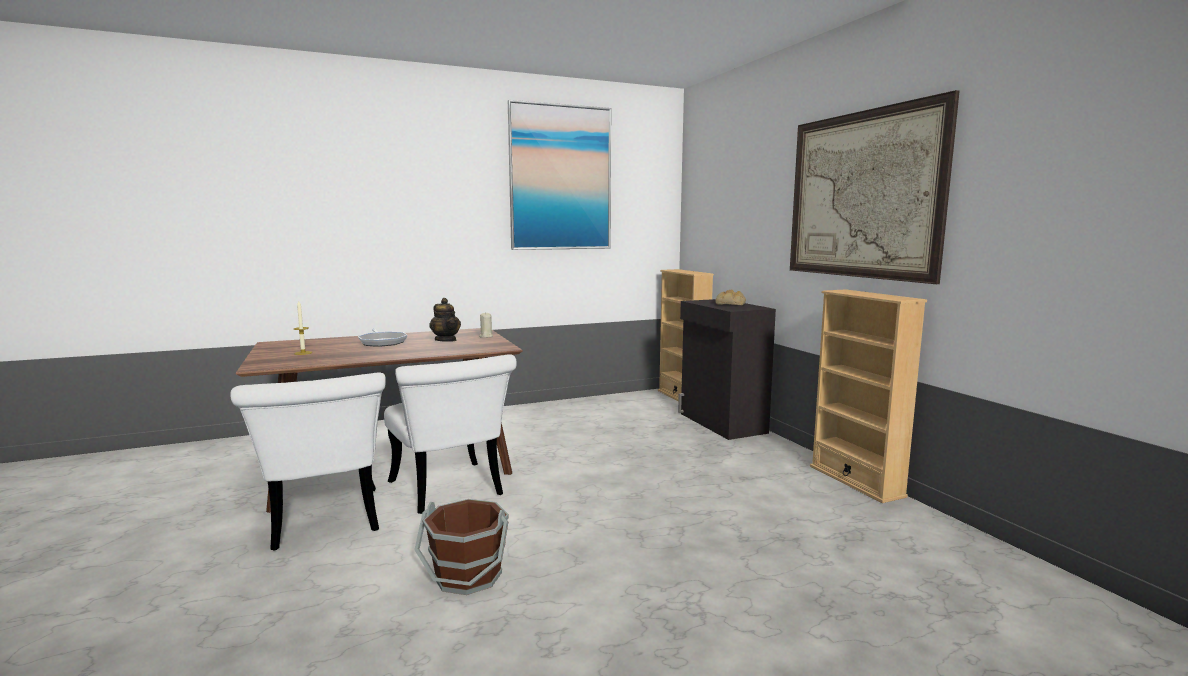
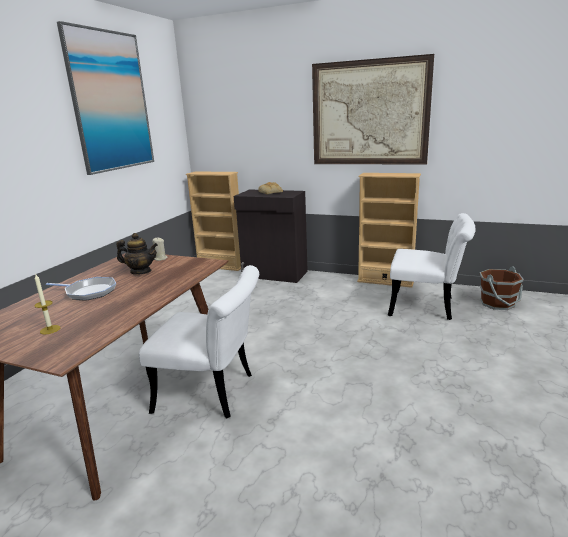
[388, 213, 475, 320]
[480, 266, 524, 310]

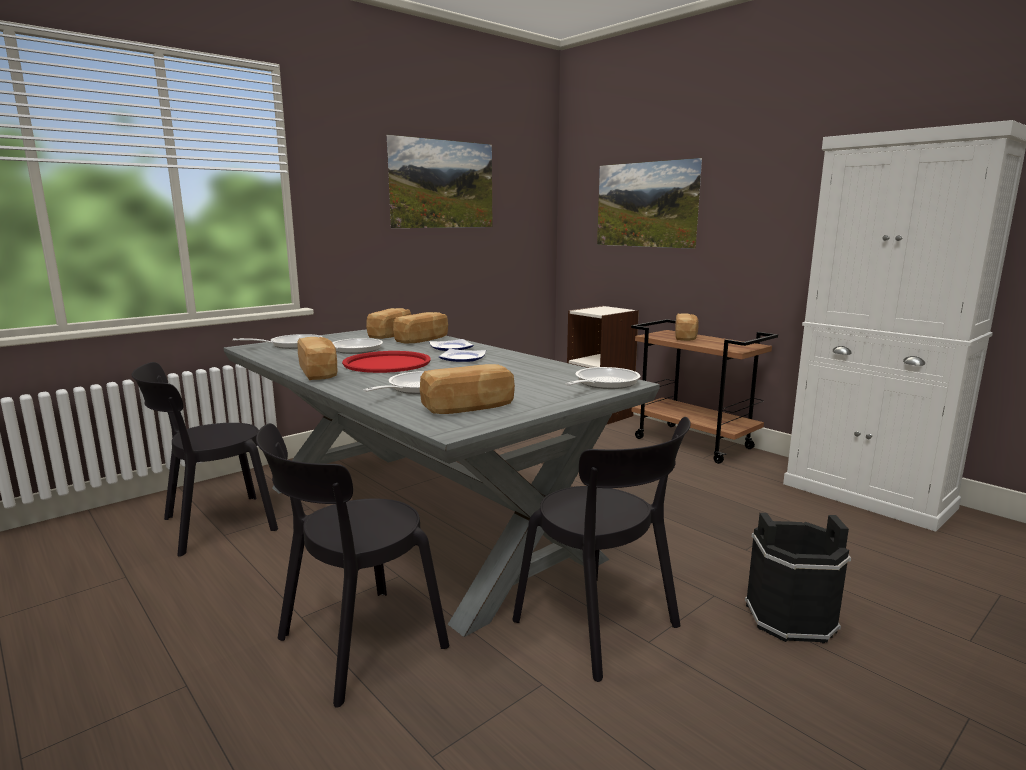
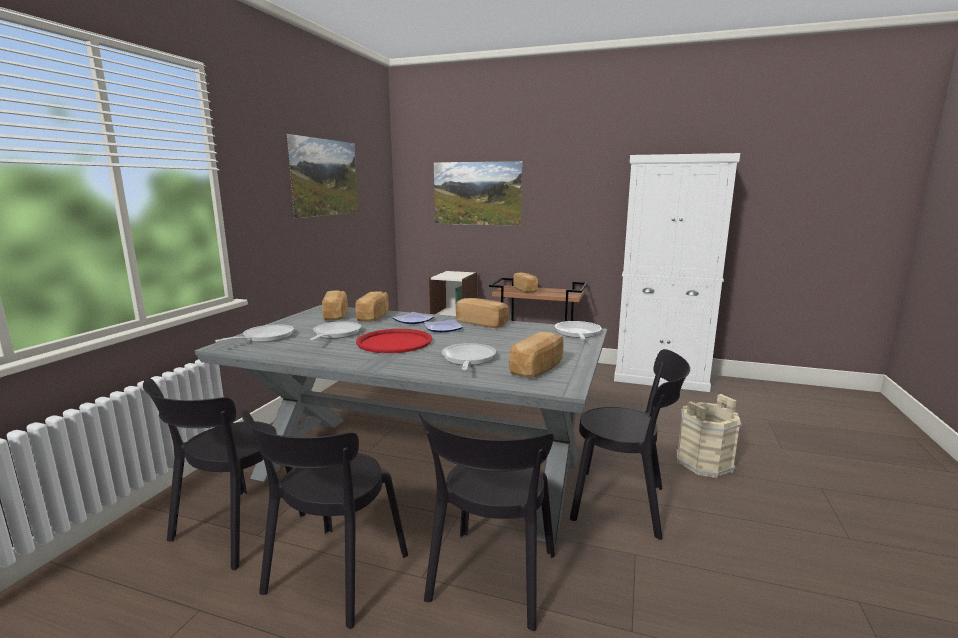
[456, 298, 509, 328]
[677, 394, 742, 478]
[241, 409, 408, 629]

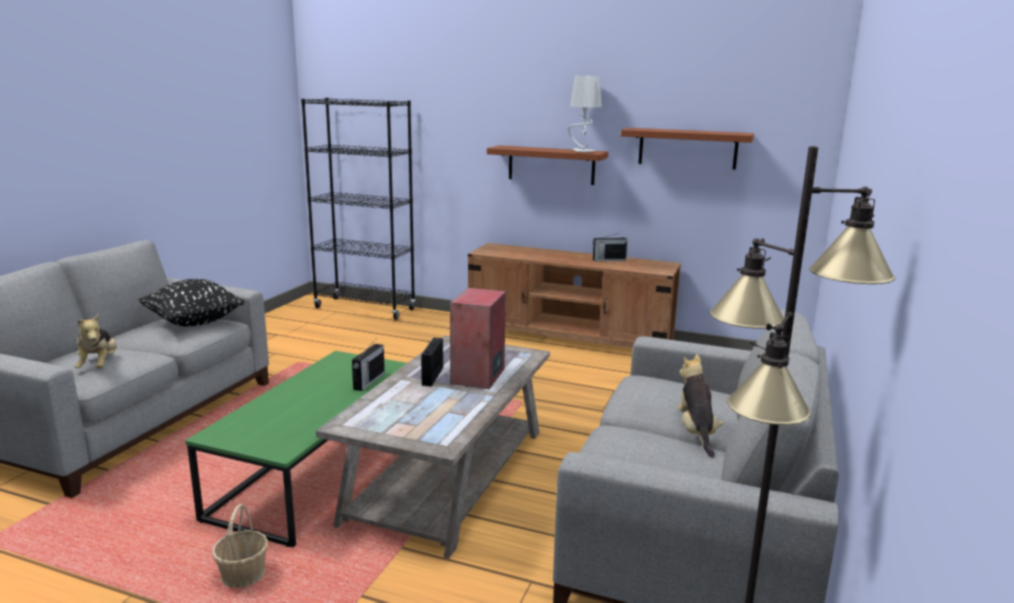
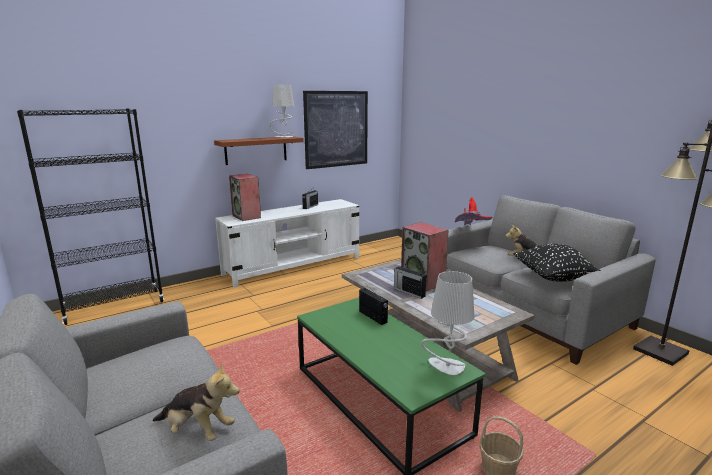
[514, 244, 601, 282]
[215, 199, 359, 288]
[303, 91, 368, 169]
[229, 174, 261, 221]
[421, 271, 474, 375]
[455, 197, 493, 225]

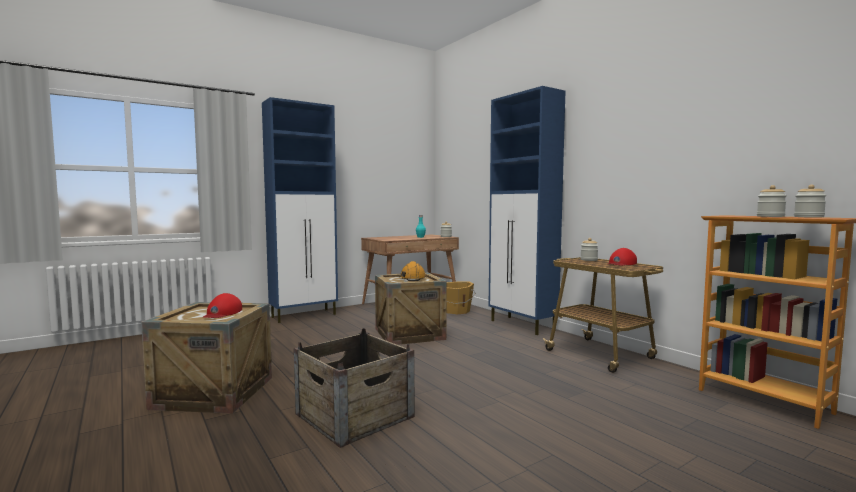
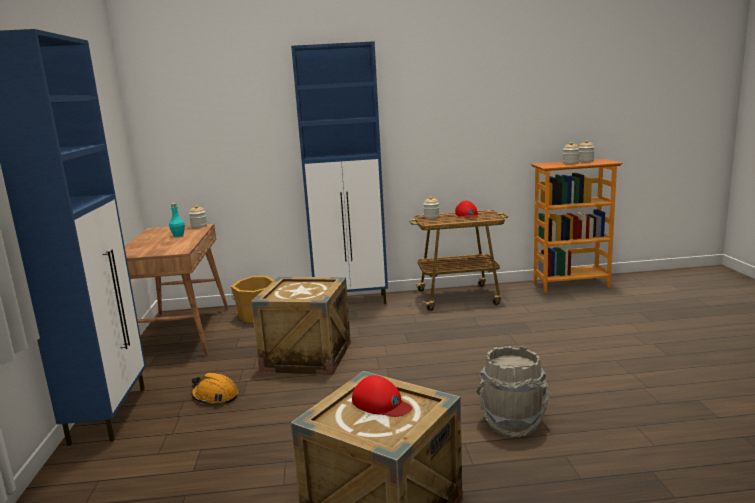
[477, 346, 550, 437]
[191, 373, 238, 405]

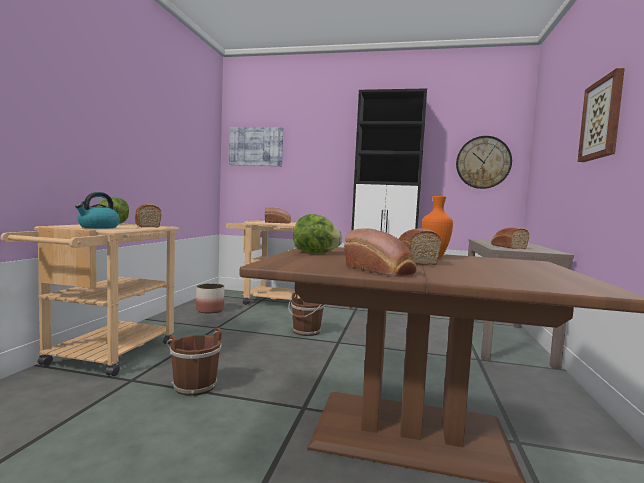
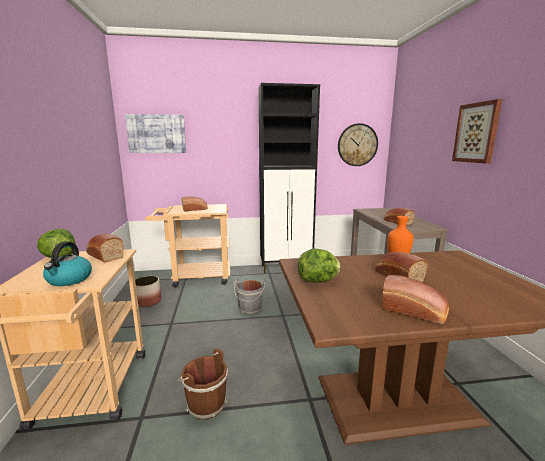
[234, 279, 265, 315]

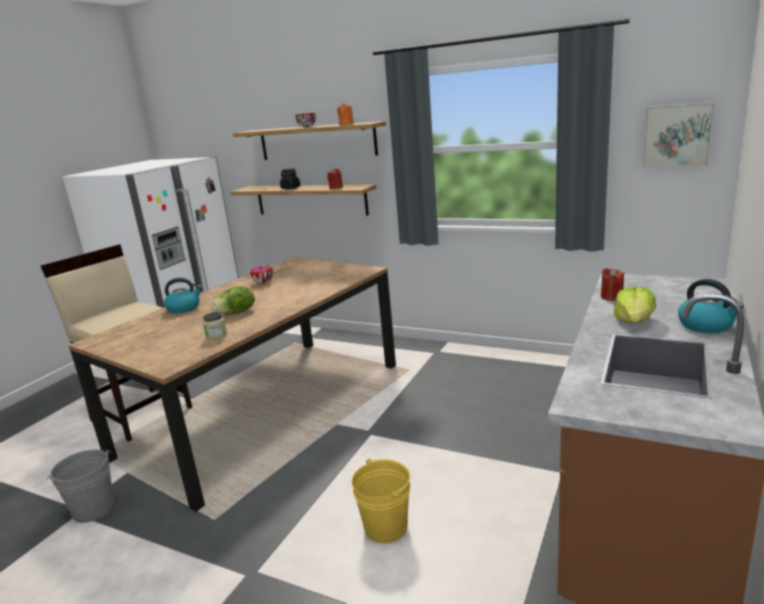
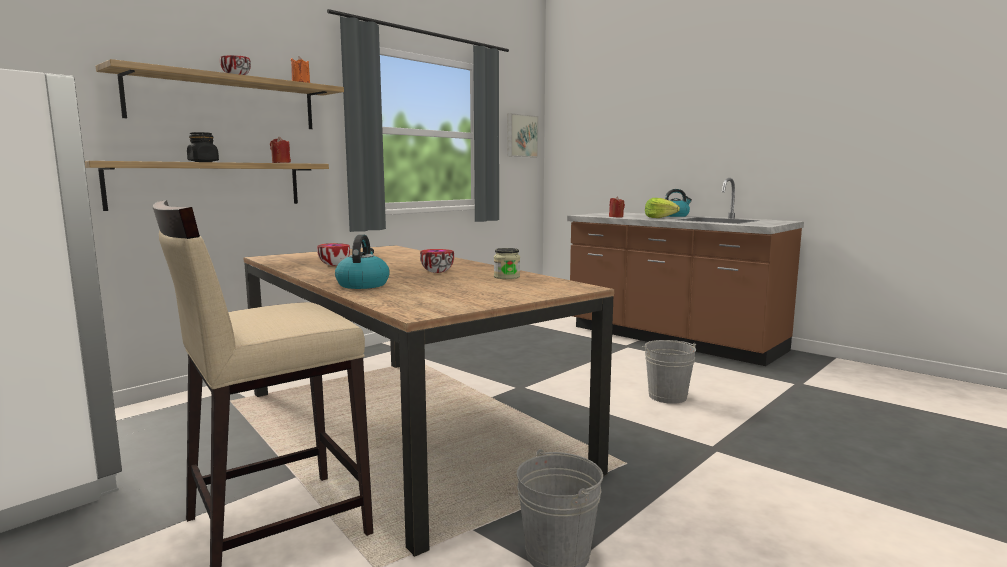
[420, 249, 454, 273]
[642, 340, 696, 404]

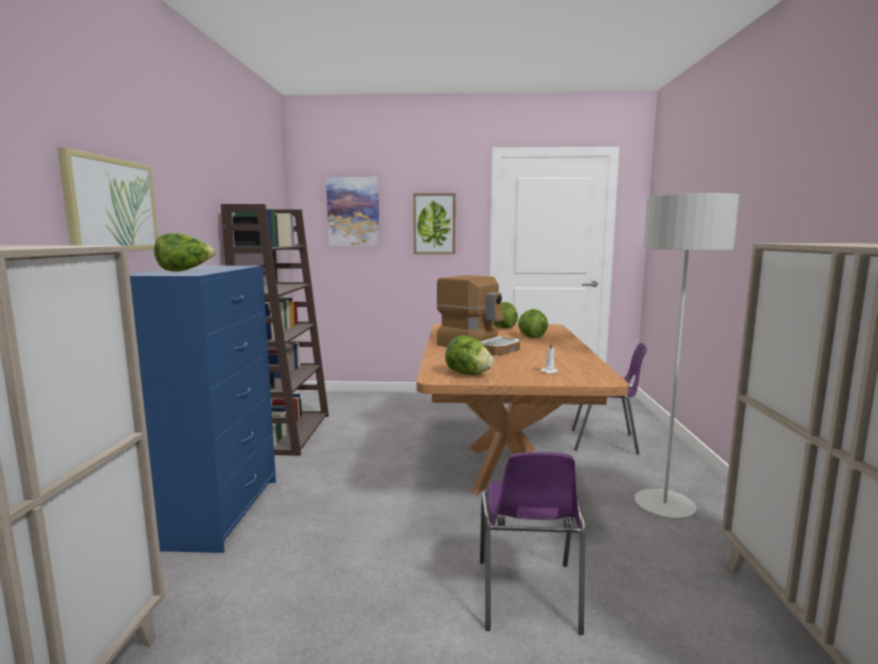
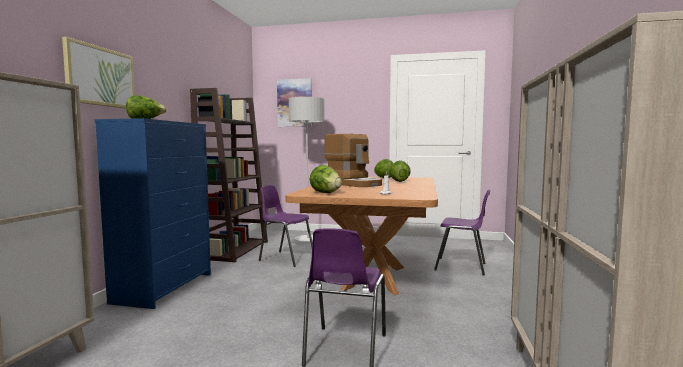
[413, 193, 455, 254] (first image)
[289, 97, 325, 242]
[259, 185, 313, 267]

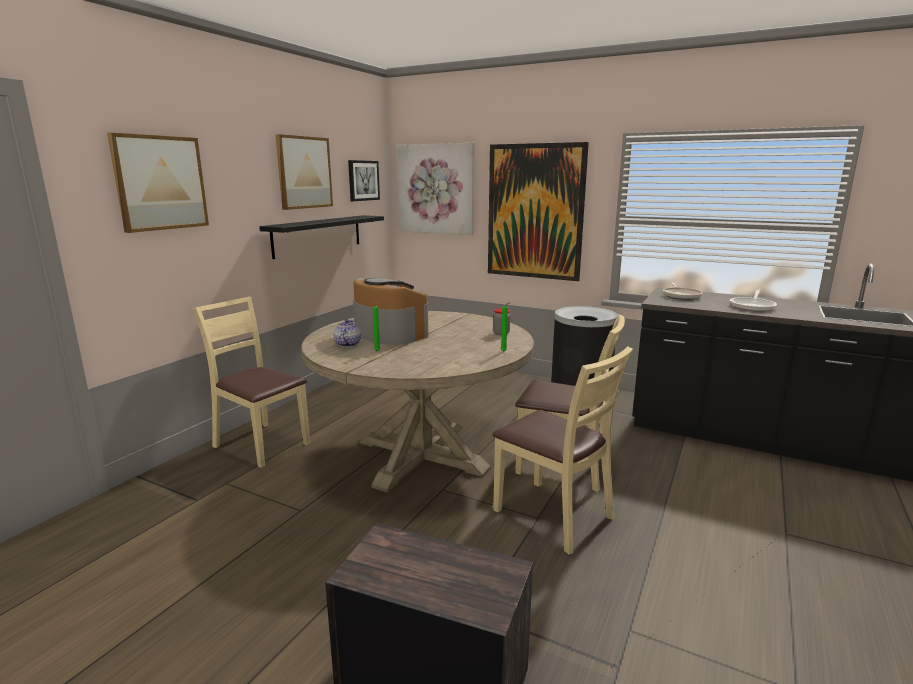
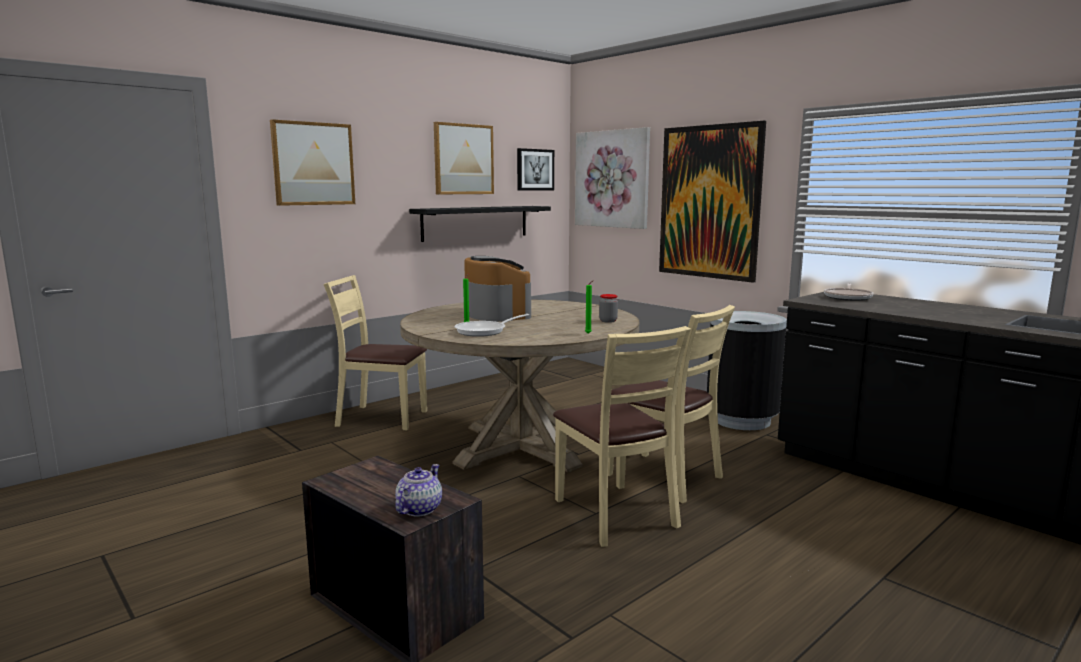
[323, 275, 427, 430]
[395, 464, 442, 516]
[455, 314, 529, 337]

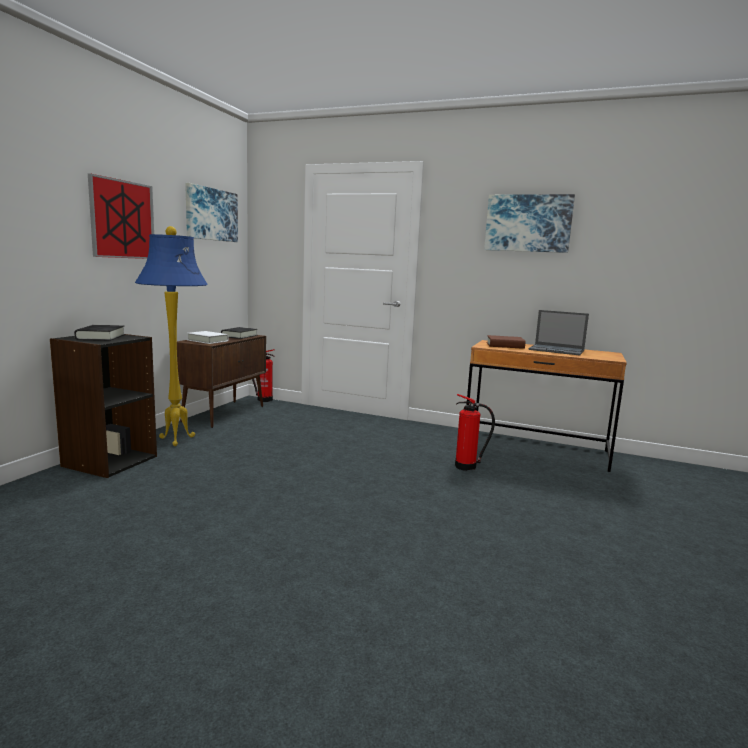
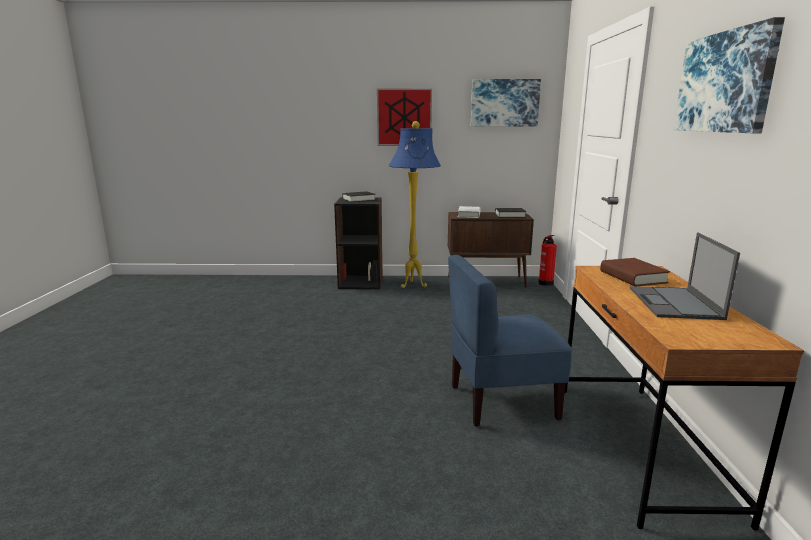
[448, 255, 572, 427]

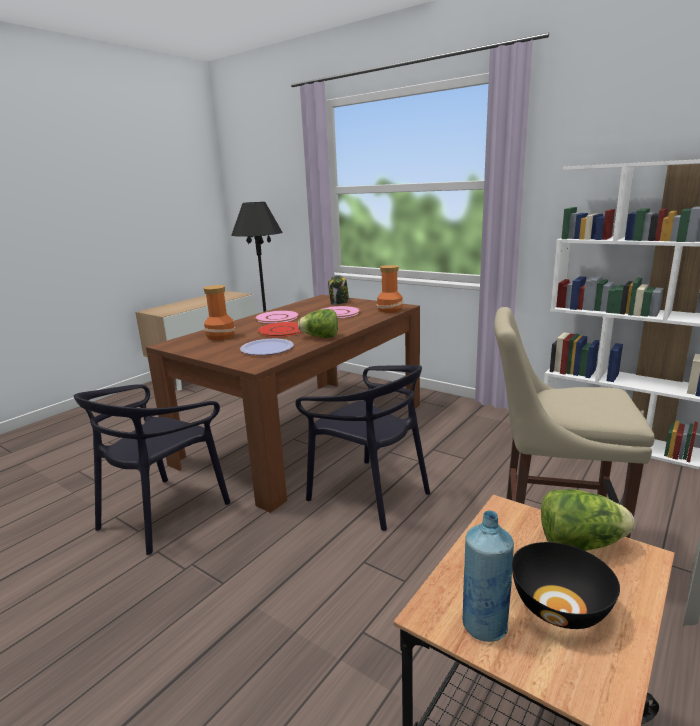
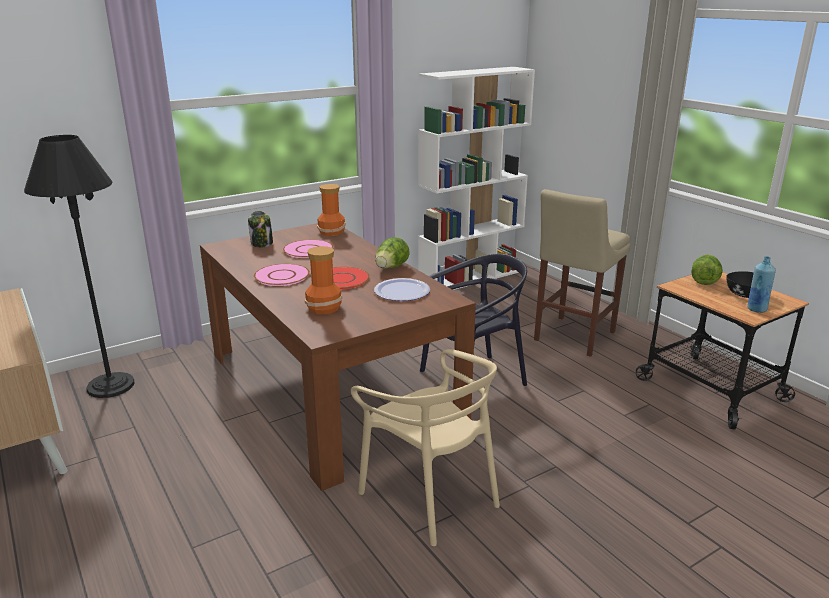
[351, 349, 500, 546]

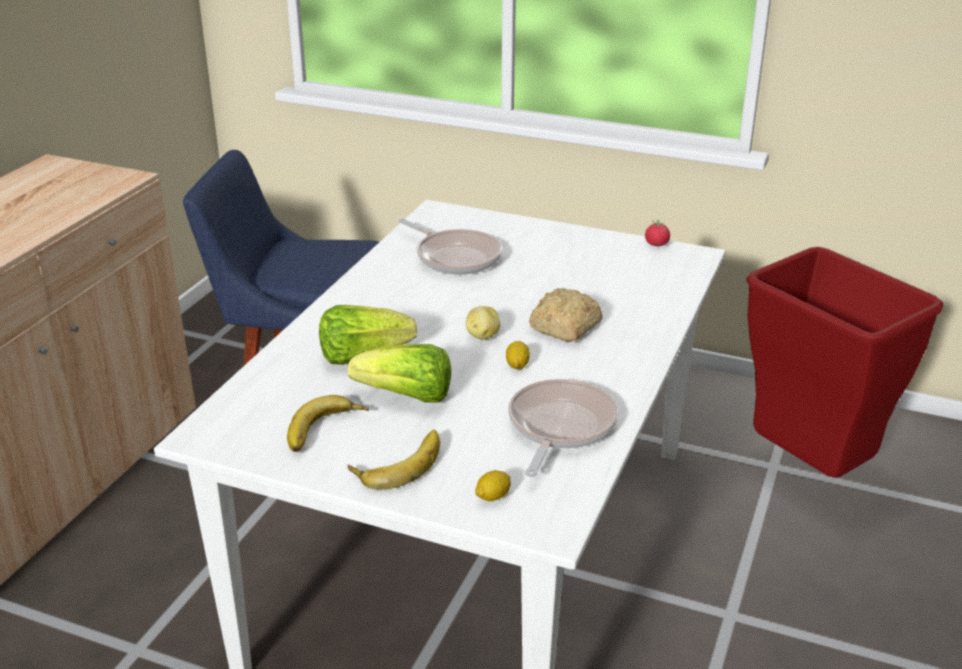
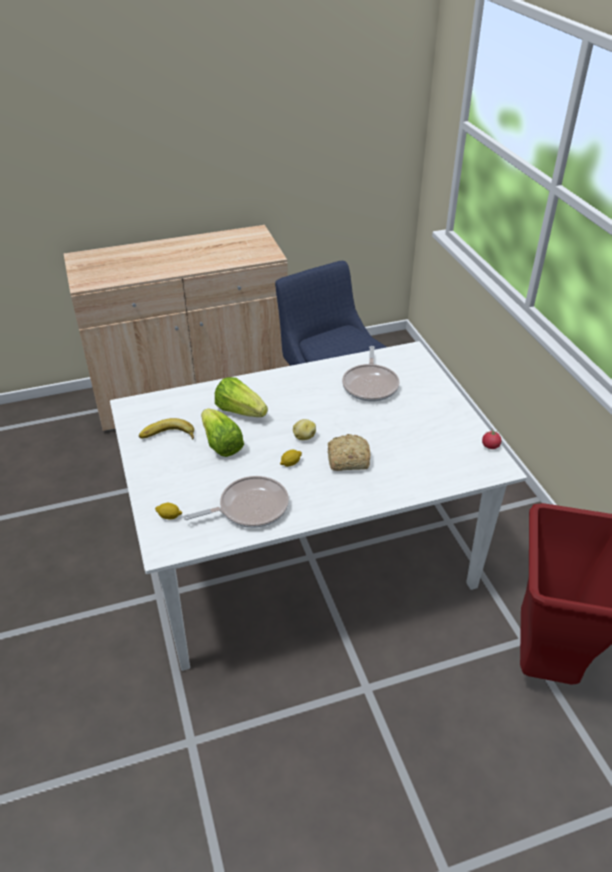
[348, 430, 440, 490] (first image)

